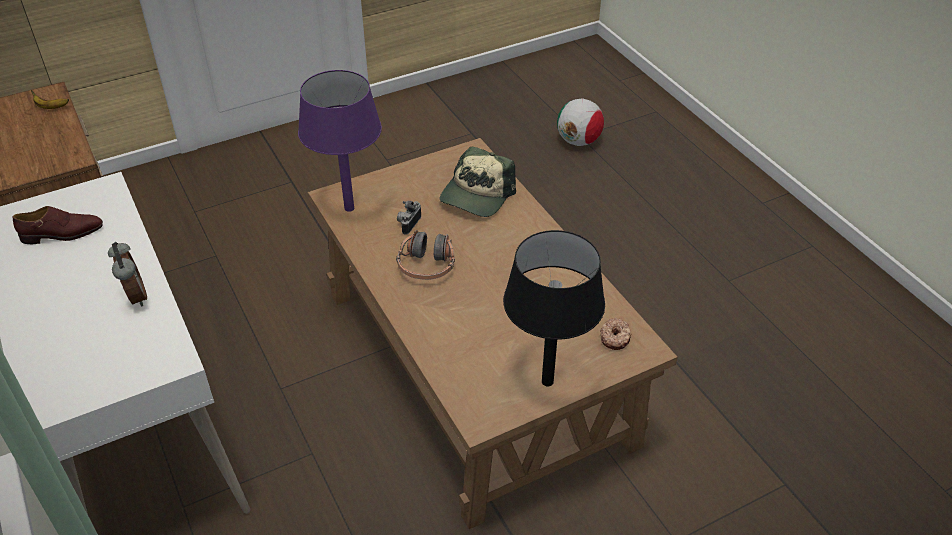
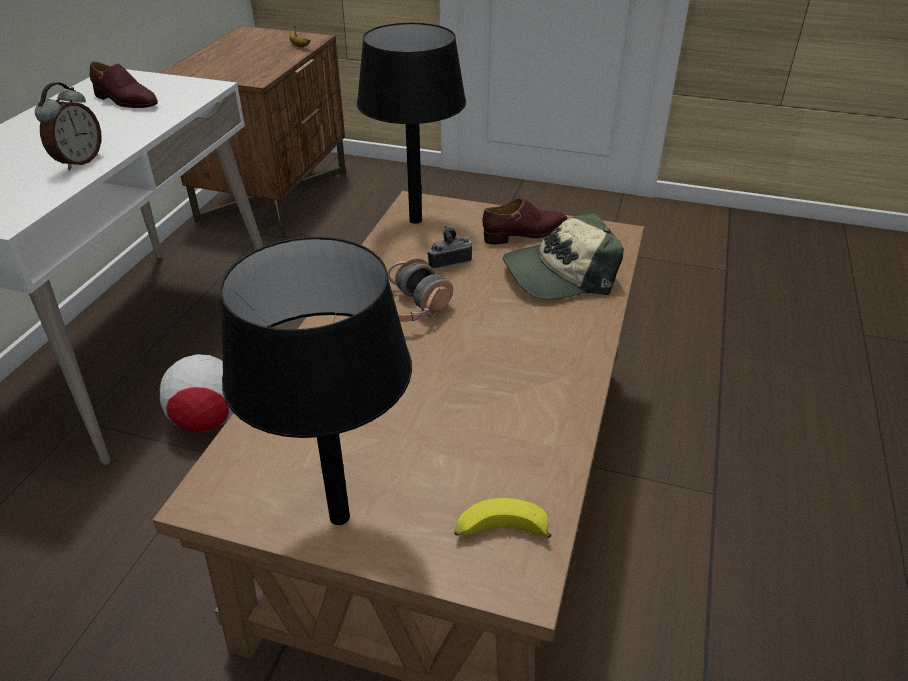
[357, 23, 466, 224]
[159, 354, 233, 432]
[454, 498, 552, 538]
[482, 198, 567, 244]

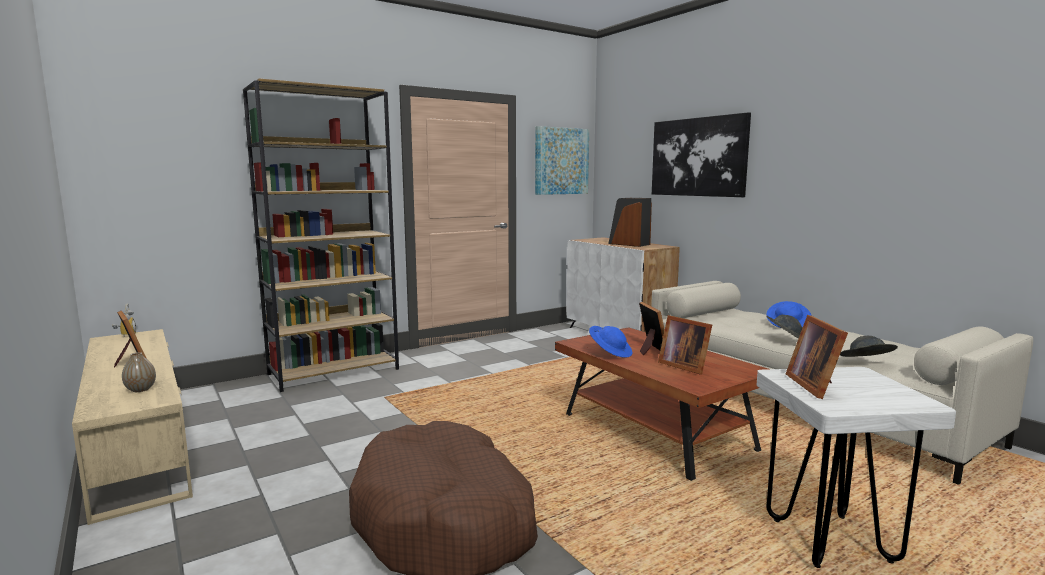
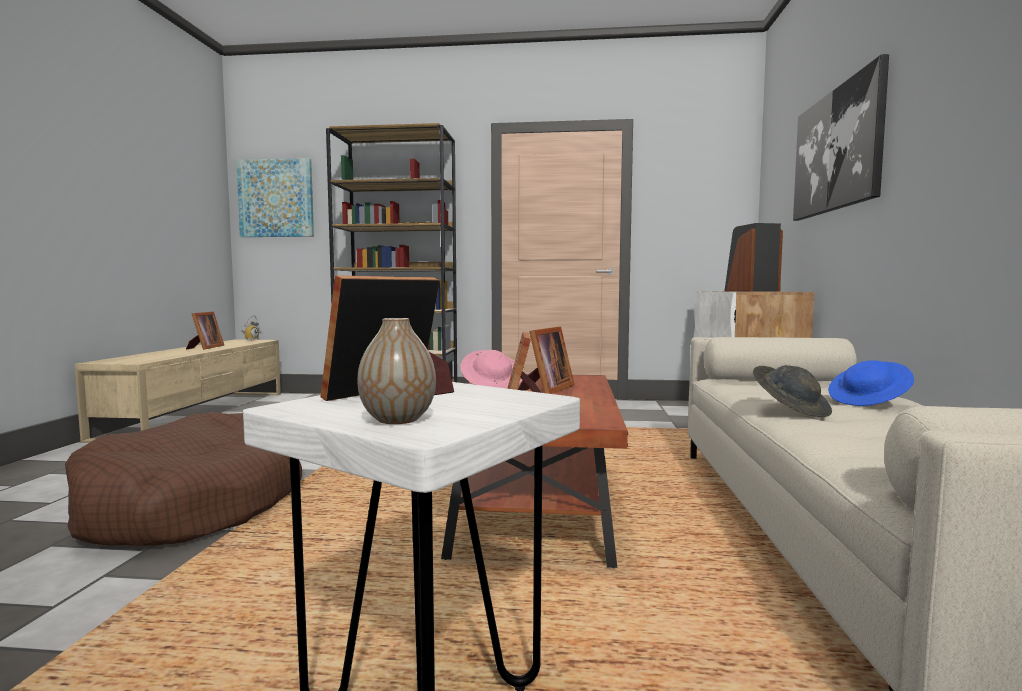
[358, 318, 436, 424]
[236, 158, 314, 237]
[460, 350, 524, 388]
[840, 336, 898, 357] (first image)

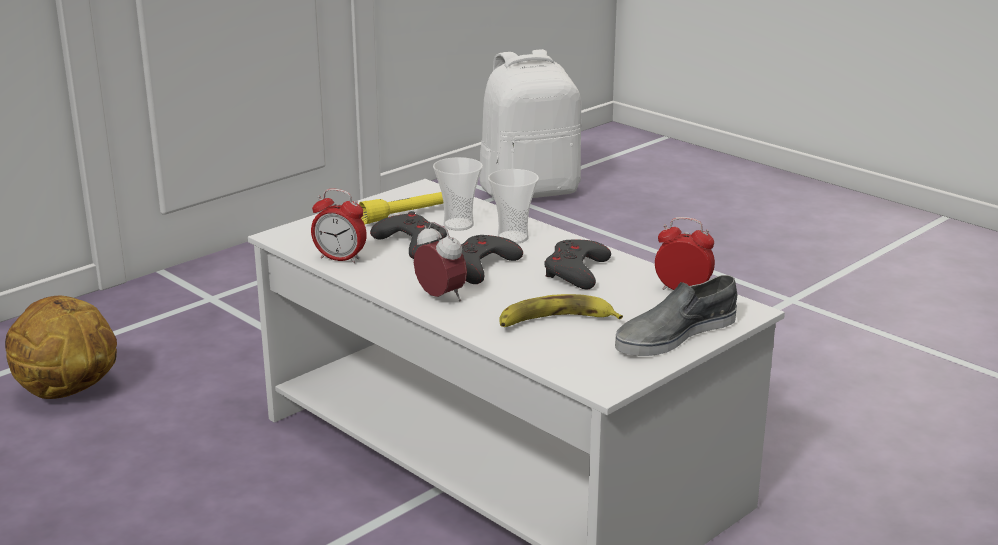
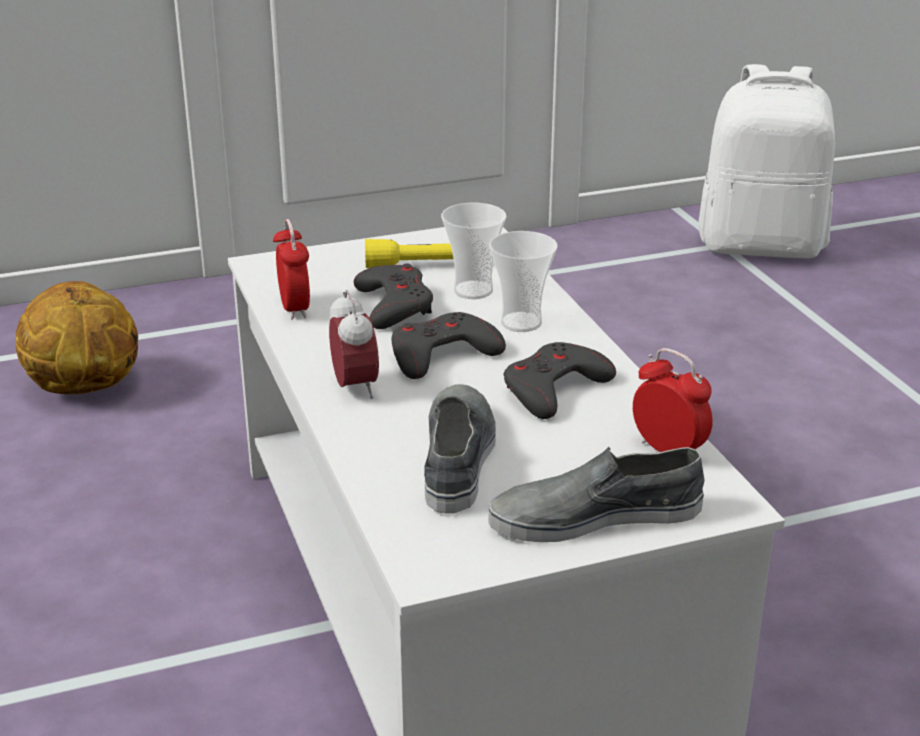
[273, 219, 310, 320]
[424, 384, 496, 514]

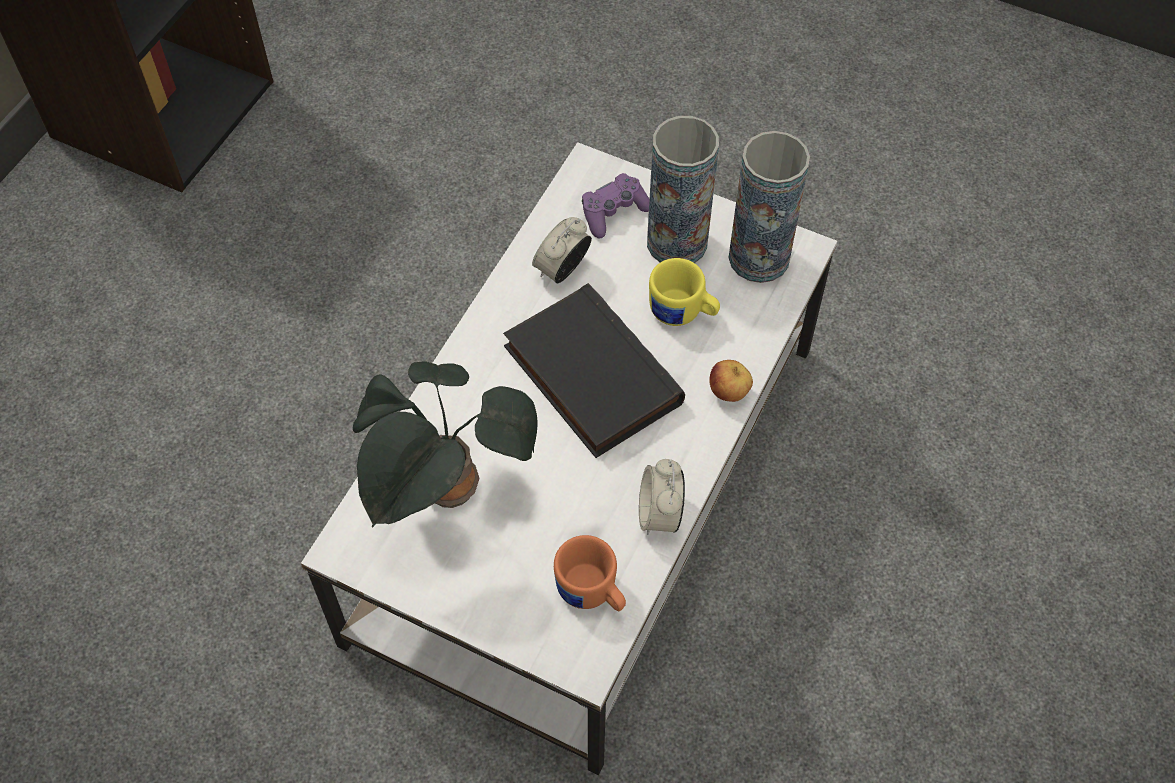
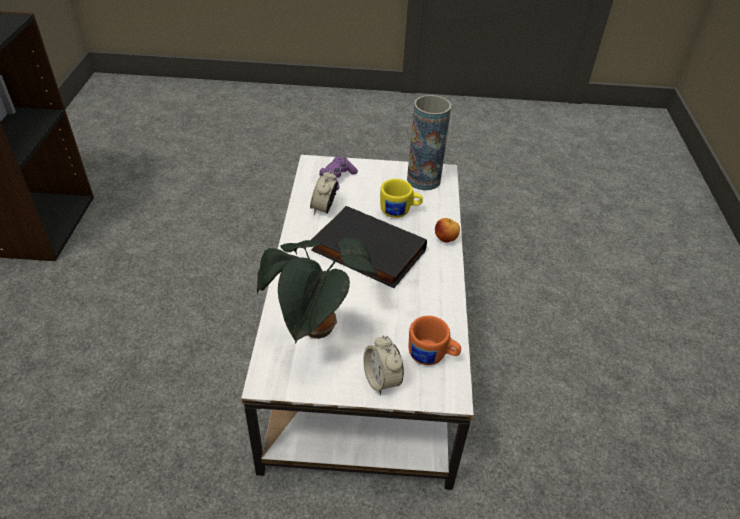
[363, 335, 404, 395]
[647, 116, 719, 263] (first image)

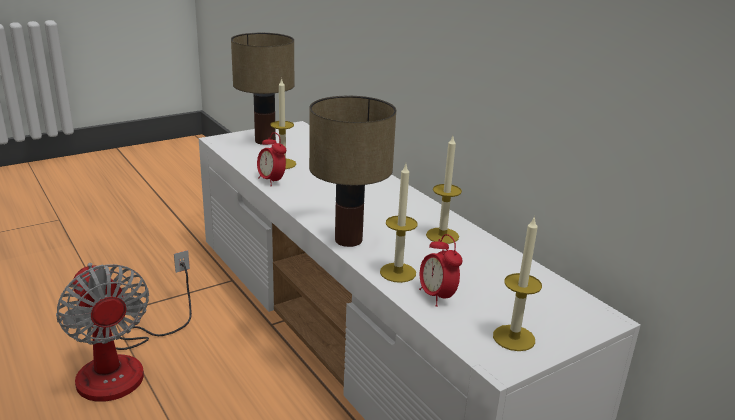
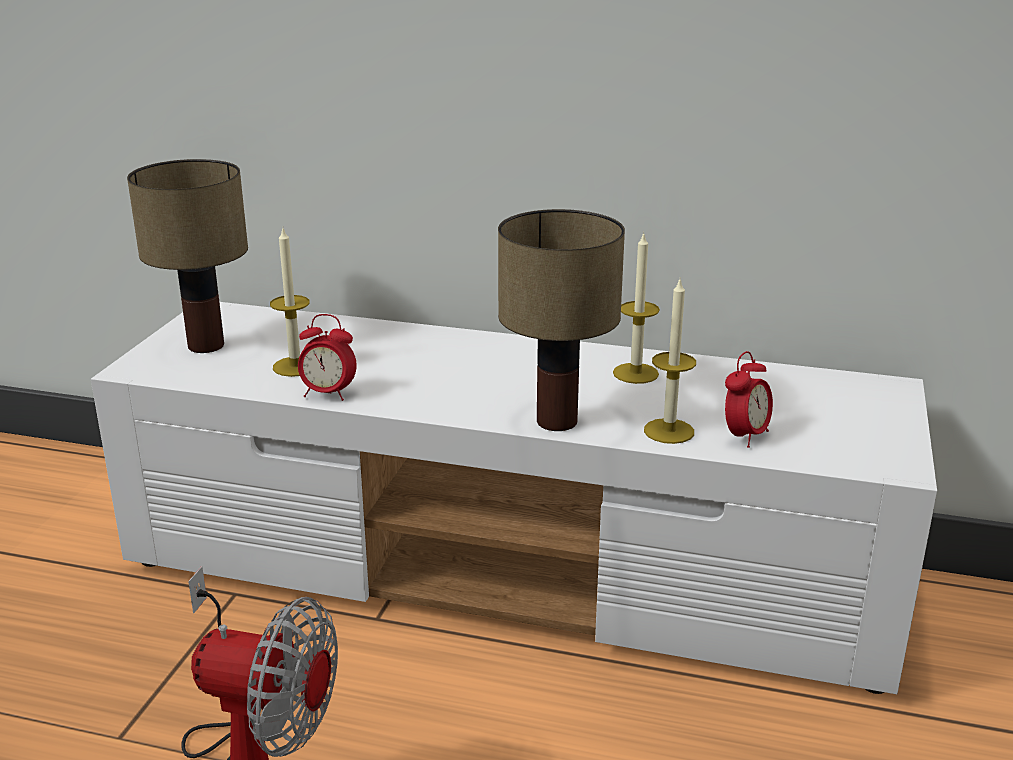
[725, 351, 773, 448]
[493, 216, 542, 351] (first image)

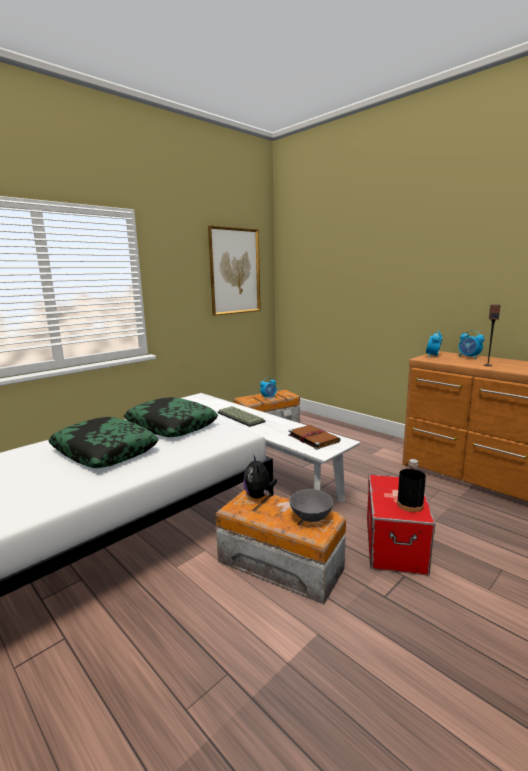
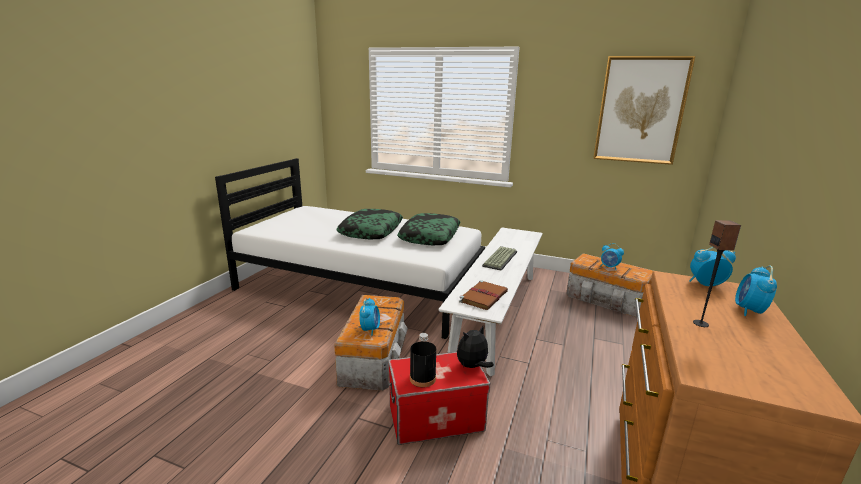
[457, 326, 494, 368]
[359, 298, 380, 336]

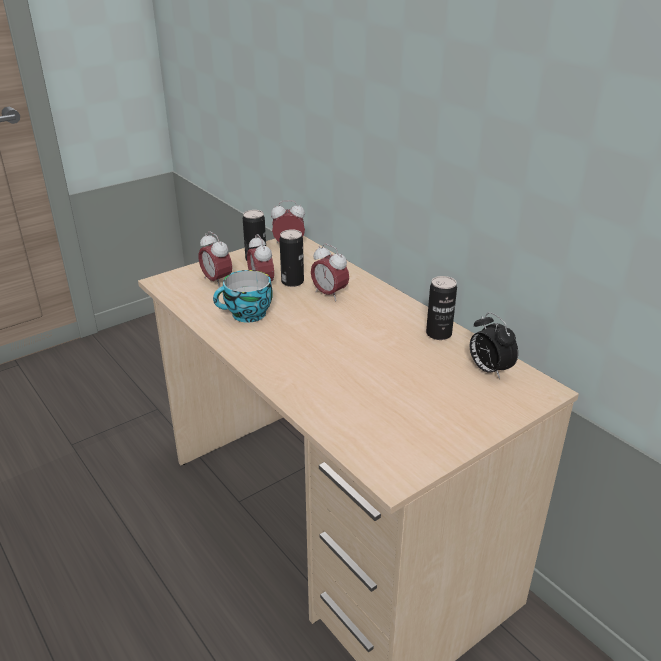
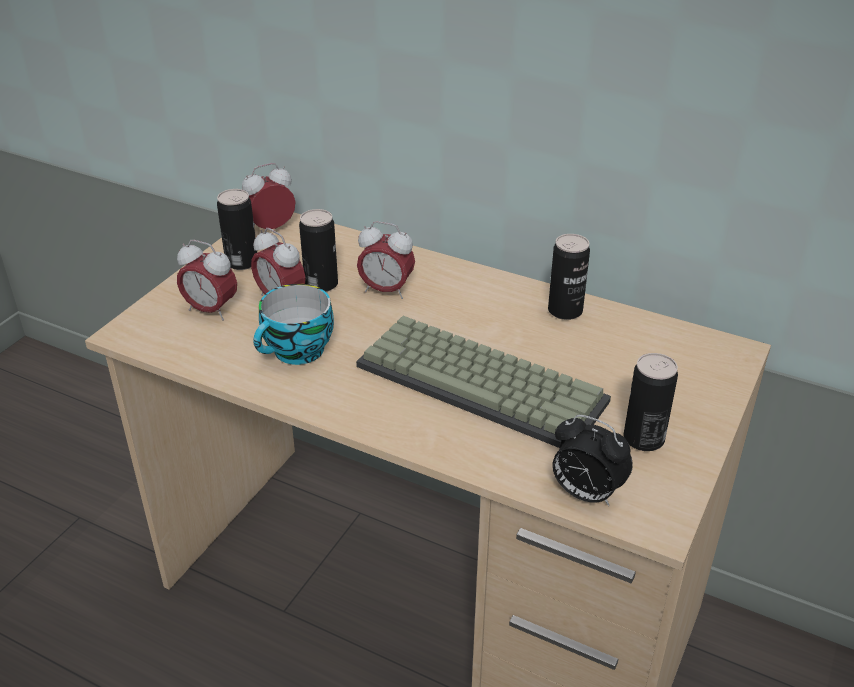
[552, 415, 633, 506]
[356, 316, 611, 448]
[624, 353, 678, 451]

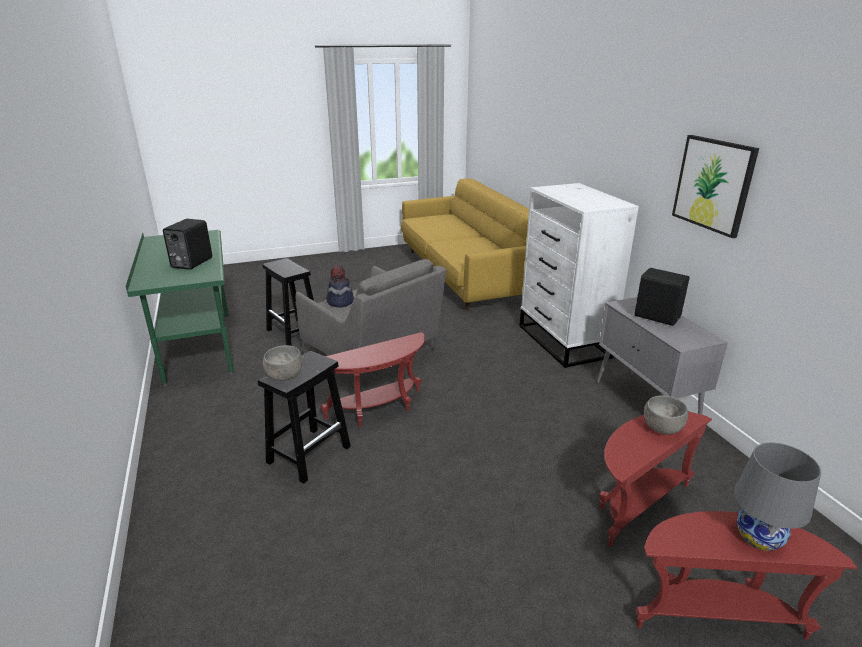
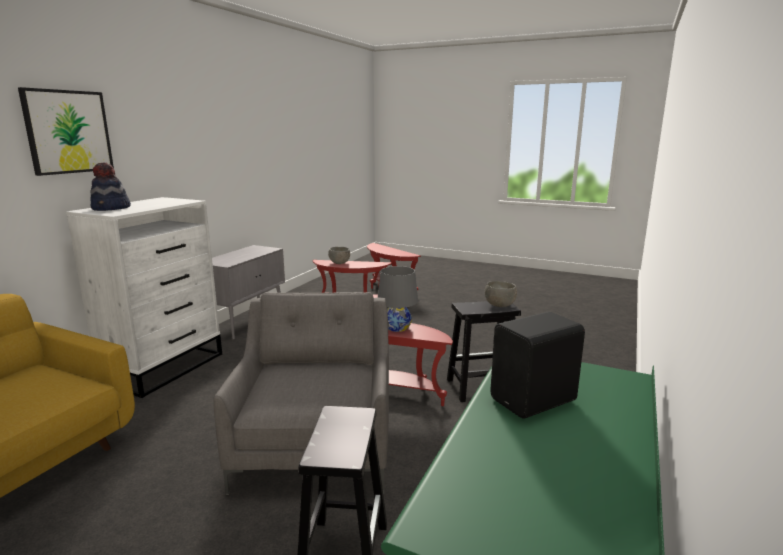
[90, 163, 131, 211]
[634, 268, 689, 326] (first image)
[18, 87, 114, 176]
[378, 266, 418, 332]

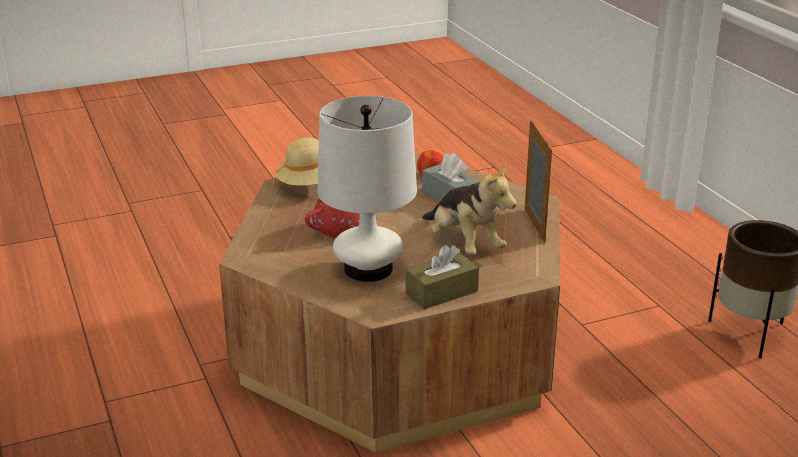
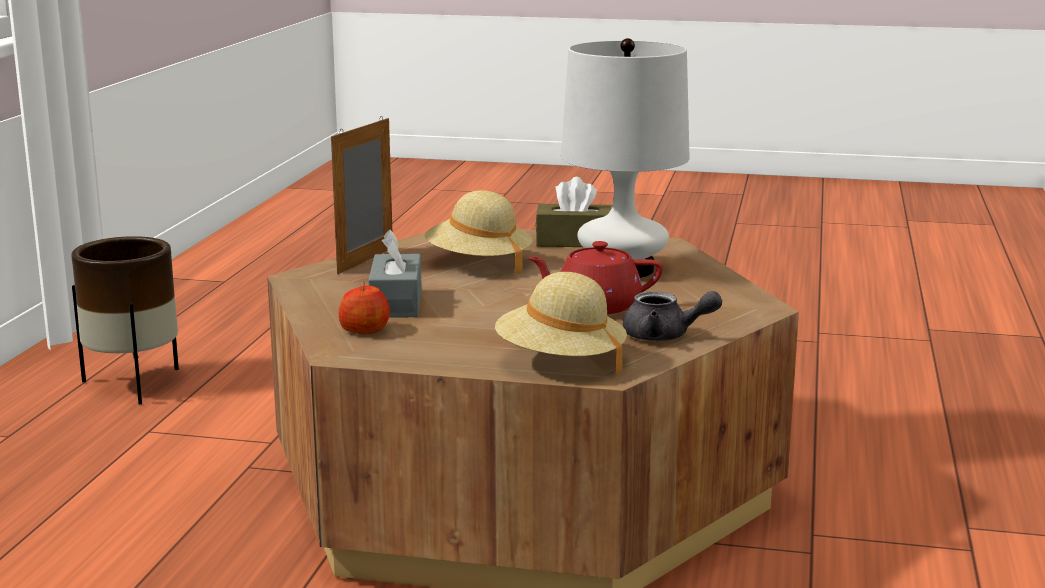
[425, 190, 533, 274]
[623, 291, 722, 341]

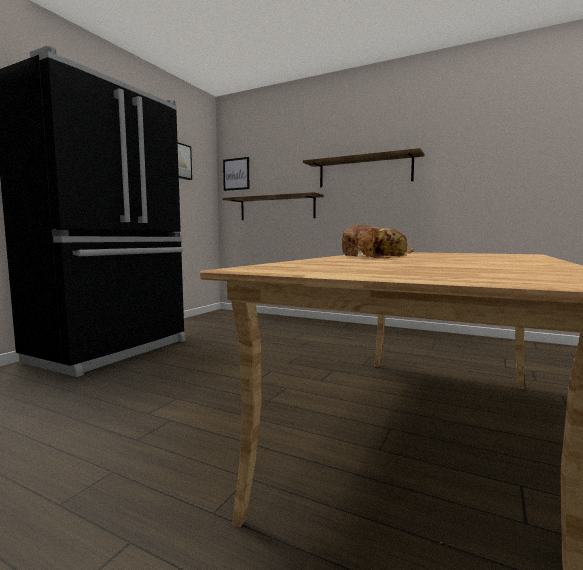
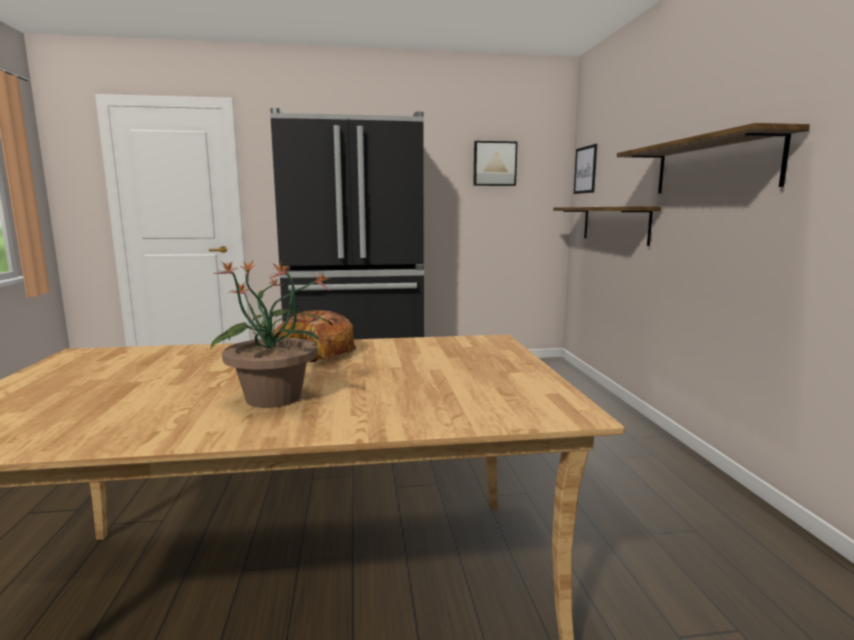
[211, 261, 333, 408]

